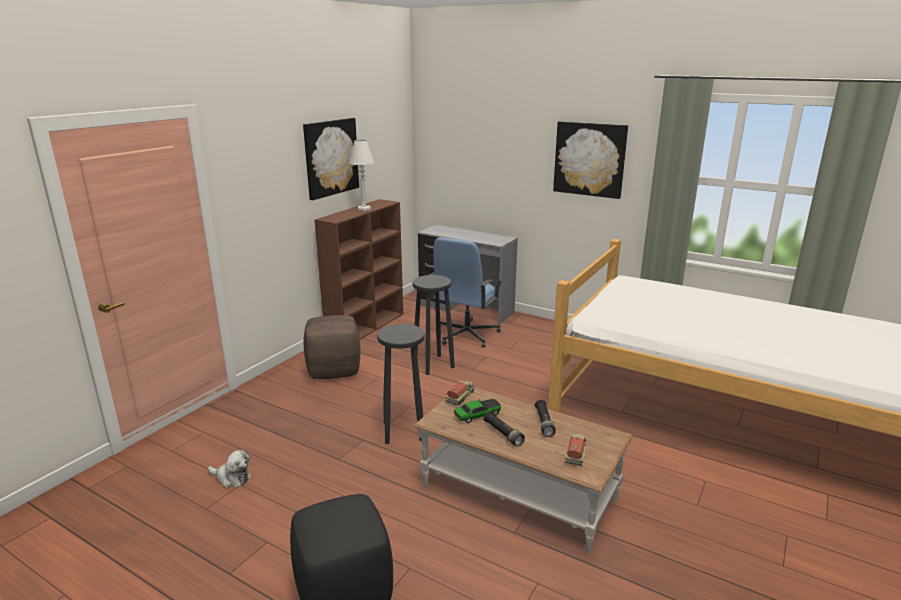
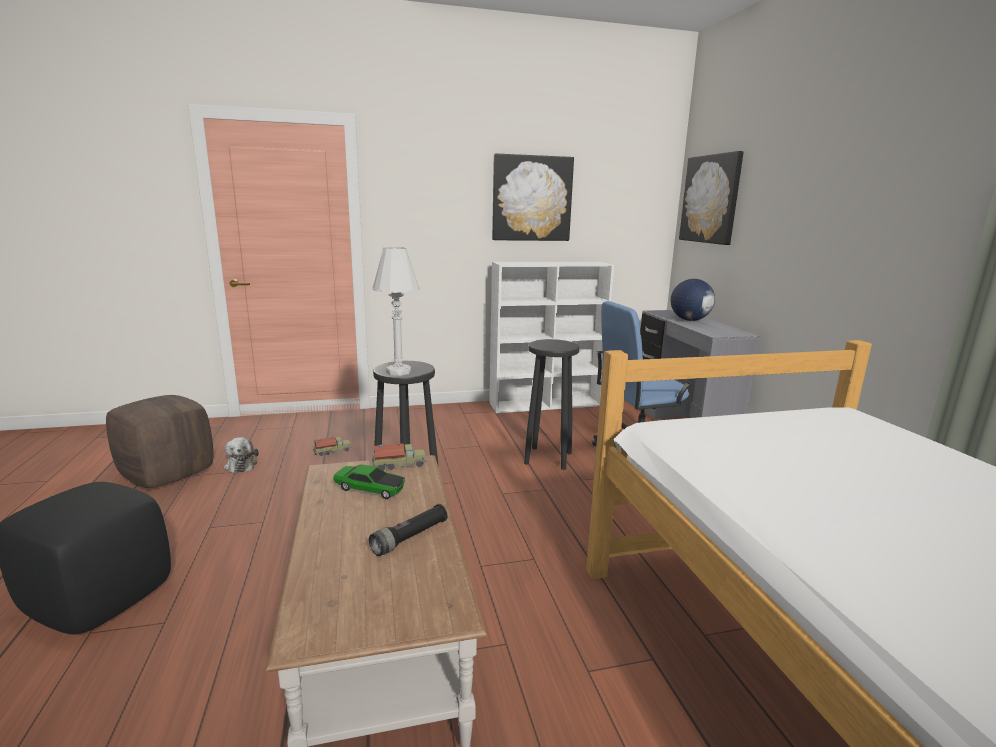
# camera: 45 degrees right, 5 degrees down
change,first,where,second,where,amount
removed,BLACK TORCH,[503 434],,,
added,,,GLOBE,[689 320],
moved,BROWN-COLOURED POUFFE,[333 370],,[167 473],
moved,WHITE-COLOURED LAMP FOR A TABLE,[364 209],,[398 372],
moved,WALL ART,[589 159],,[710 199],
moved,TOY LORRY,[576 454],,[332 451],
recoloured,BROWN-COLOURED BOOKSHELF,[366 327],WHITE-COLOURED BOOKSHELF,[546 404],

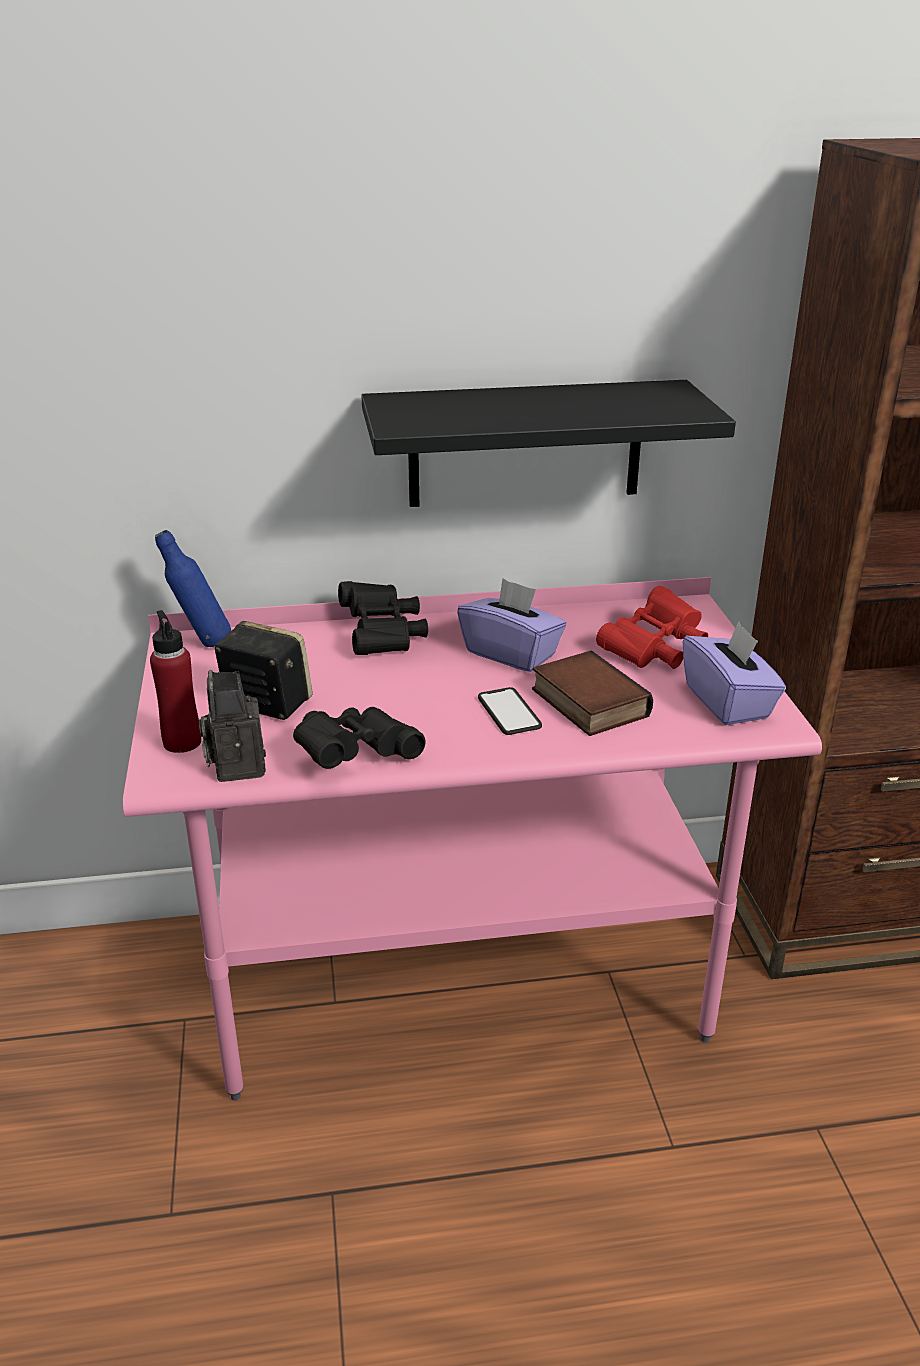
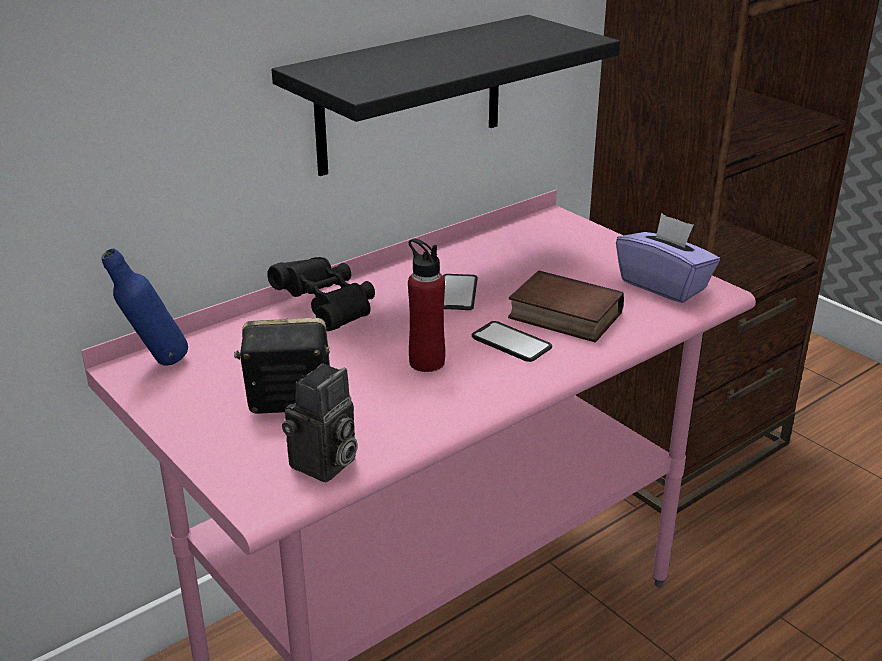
# camera: 30 degrees left, 0 degrees up
change,first,where,second,where,amount
removed,BLACK FIELD GLASSES,[355 755],,,
removed,RED-COLOURED FIELD GLASSES,[655 650],,,
moved,RED-COLOURED BEVERAGE BOTTLE,[182 742],,[426 362],
replaced,PURPLE TISSUE HOLDER,[511 653],TELEPHONE,[457 293],
turned,PHOTO CAMERA,[236 765],,[324 465],105 degrees counterclockwise

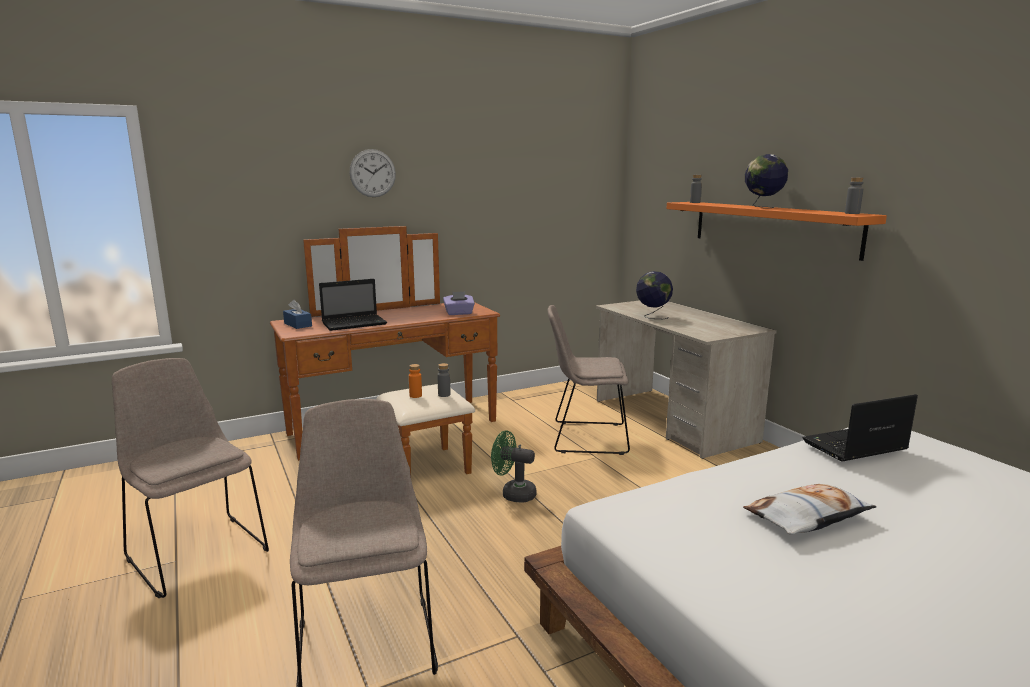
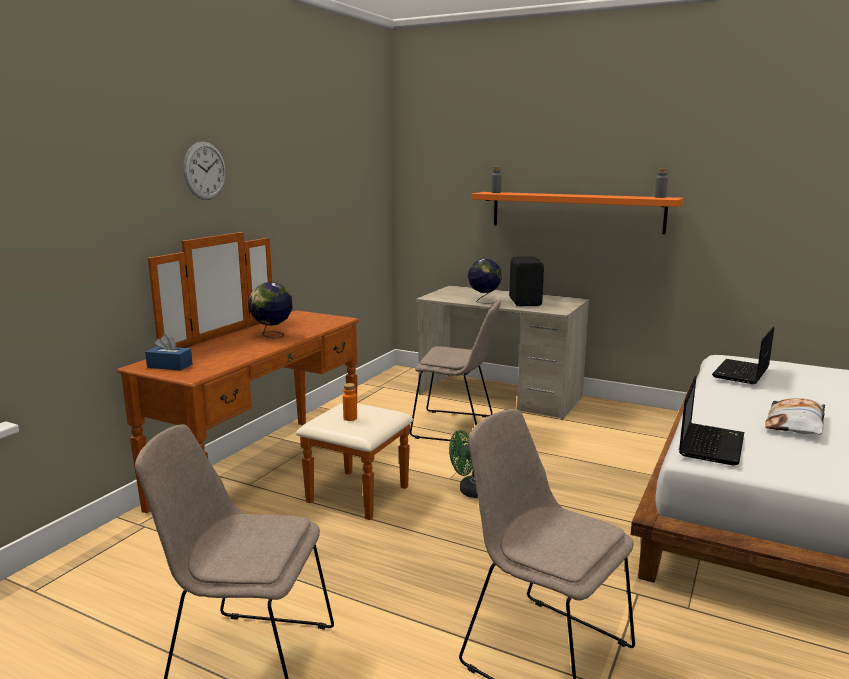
# camera: 35 degrees left, 0 degrees up
change,first,where,second,where,amount
removed,GREY BEVERAGE BOTTLE,[444 395],,,
removed,PURPLE TISSUE HOLDER,[459 313],,,
added,,,BLACK LOUDSPEAKER,[526 302],
moved,PORTABLE COMPUTER,[355 323],,[711 444],
moved,GLOBE,[762 207],,[272 336],
turned,SAND-COLOURED PLAIN CHAIR,[586 437],,[456 427],135 degrees counterclockwise

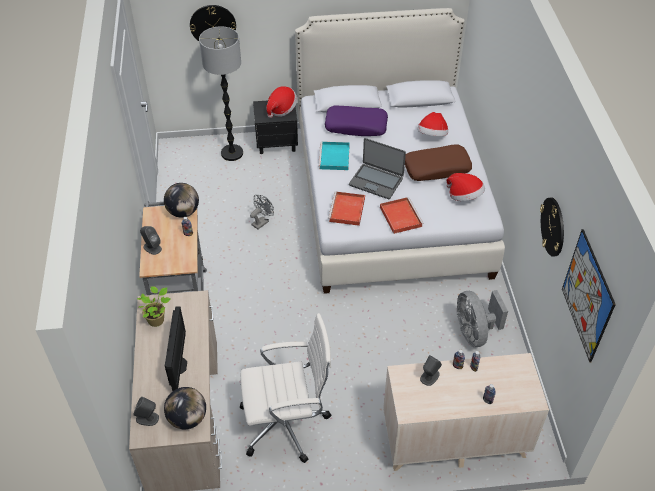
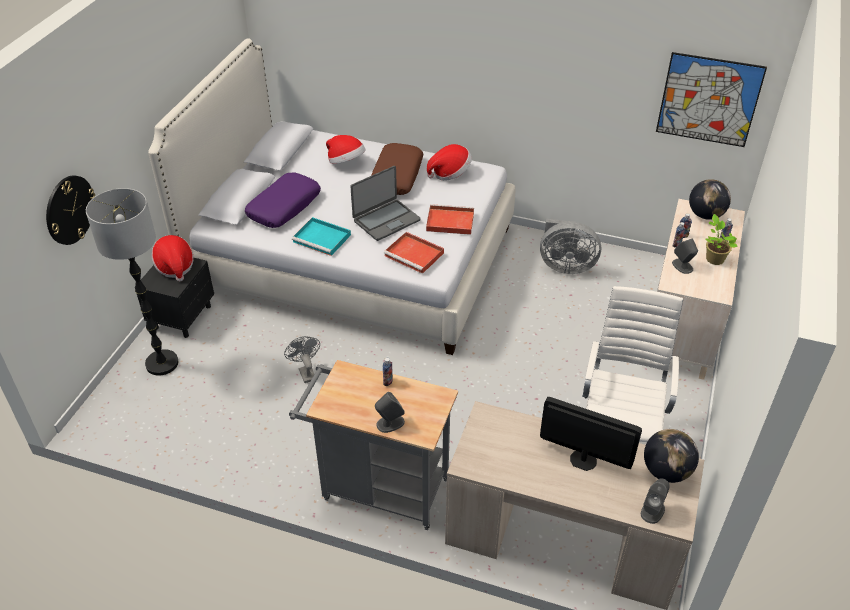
# camera: 65 degrees left, 5 degrees down
change,first,where,second,where,amount
removed,WALL CLOCK,[553 226],,,
moved,POTTED PLANT,[157 319],,[714 258],
moved,GLOBE,[183 212],,[705 215],

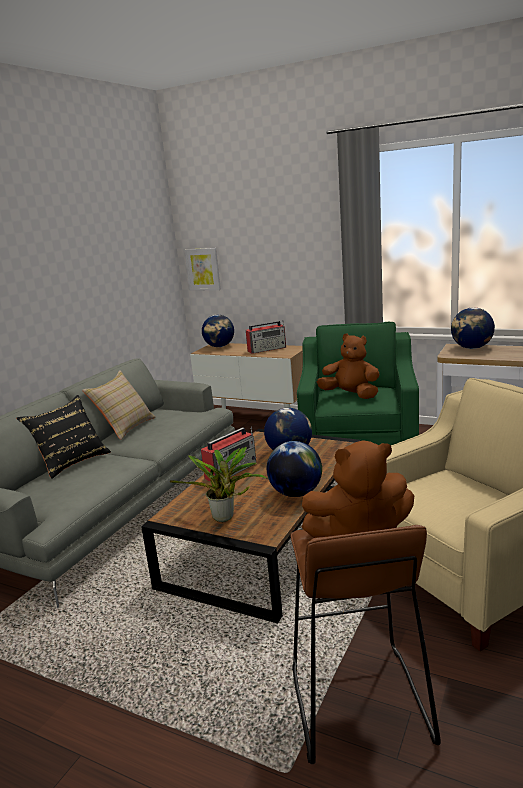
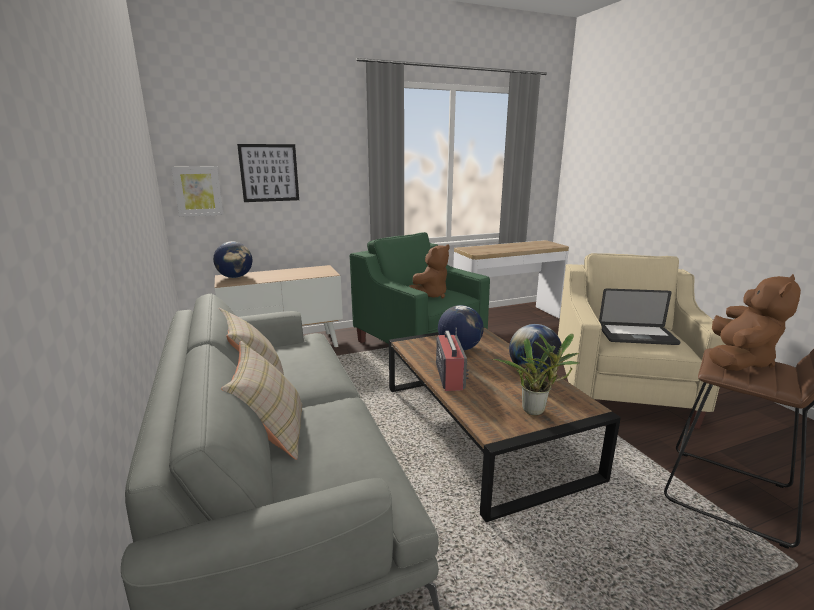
# camera: 50 degrees left, 0 degrees up
change,first,where,second,where,amount
removed,RADIO SET,[267 349],,,
removed,GLOBE,[471 348],,,
added,,,WALL ART,[269 173],
added,,,PORTABLE COMPUTER,[637 336],
recoloured,BLACK THROW PILLOW,[71 461],SAND-COLOURED THROW PILLOW,[272 433],
turned,BROWN-COLOURED CUDDLY TOY,[351 395],,[430 295],150 degrees clockwise

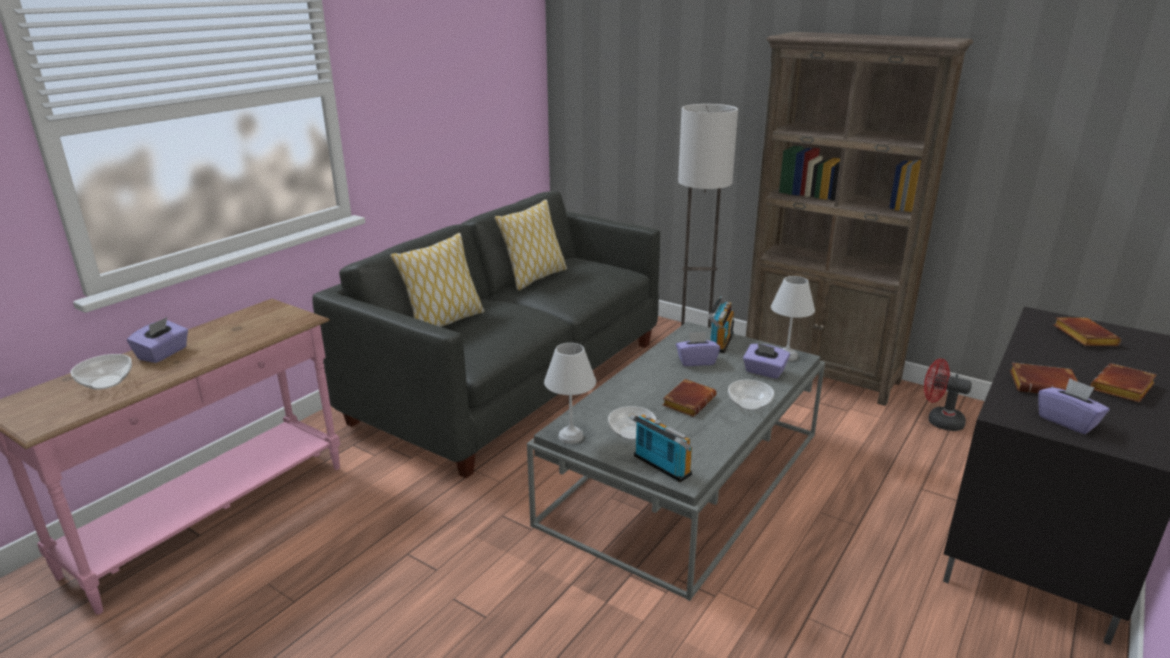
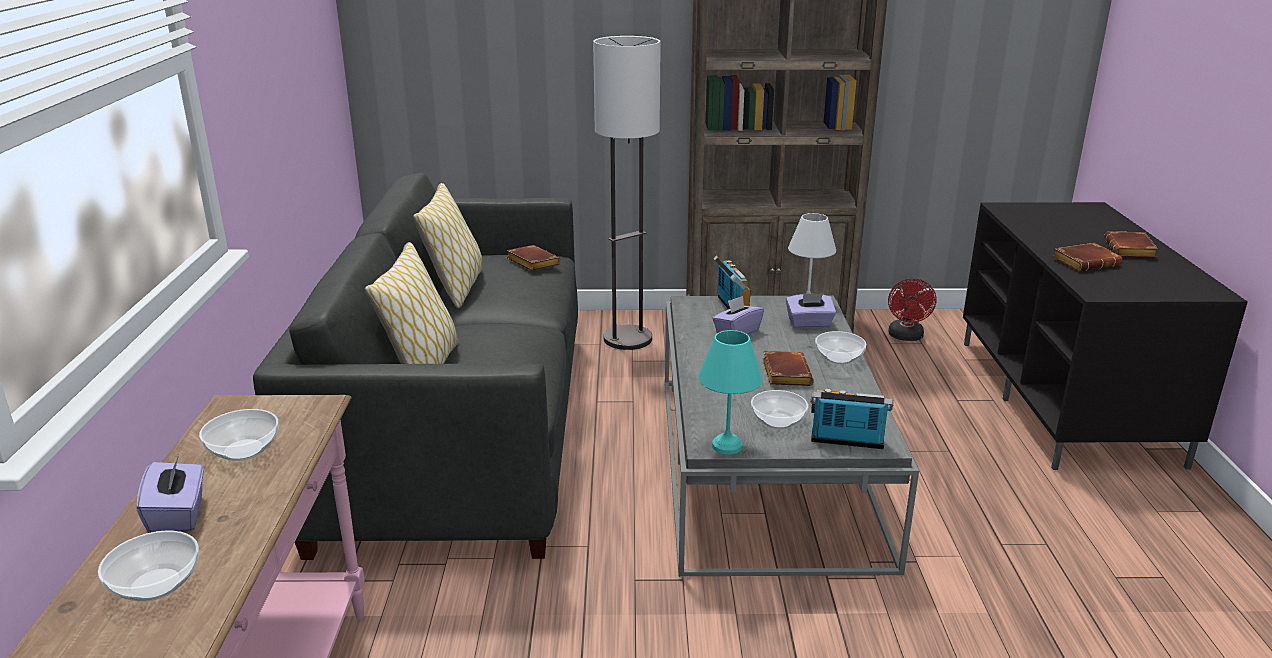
# camera: 35 degrees left, 0 degrees up
change,first,where,second,where,amount
removed,PURPLE TISSUE HOLDER,[1067 421],,,
added,,,DEEP DISH,[245 449],
moved,BROWN-COLOURED BOUND BOOK,[1082 336],,[531 262],
recoloured,WHITE-COLOURED LAMP FOR A TABLE,[571 437],BLUE-GREEN LAMP FOR A TABLE,[728 446],
turned,RED-COLOURED ELECTRIC FAN,[939 421],,[906 337],75 degrees counterclockwise

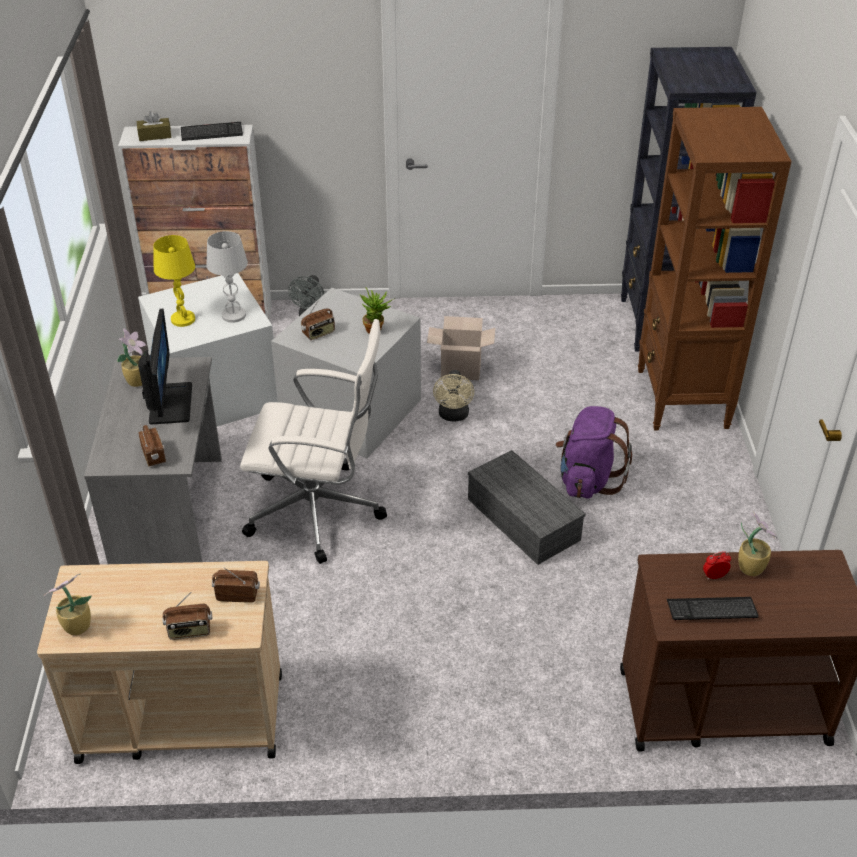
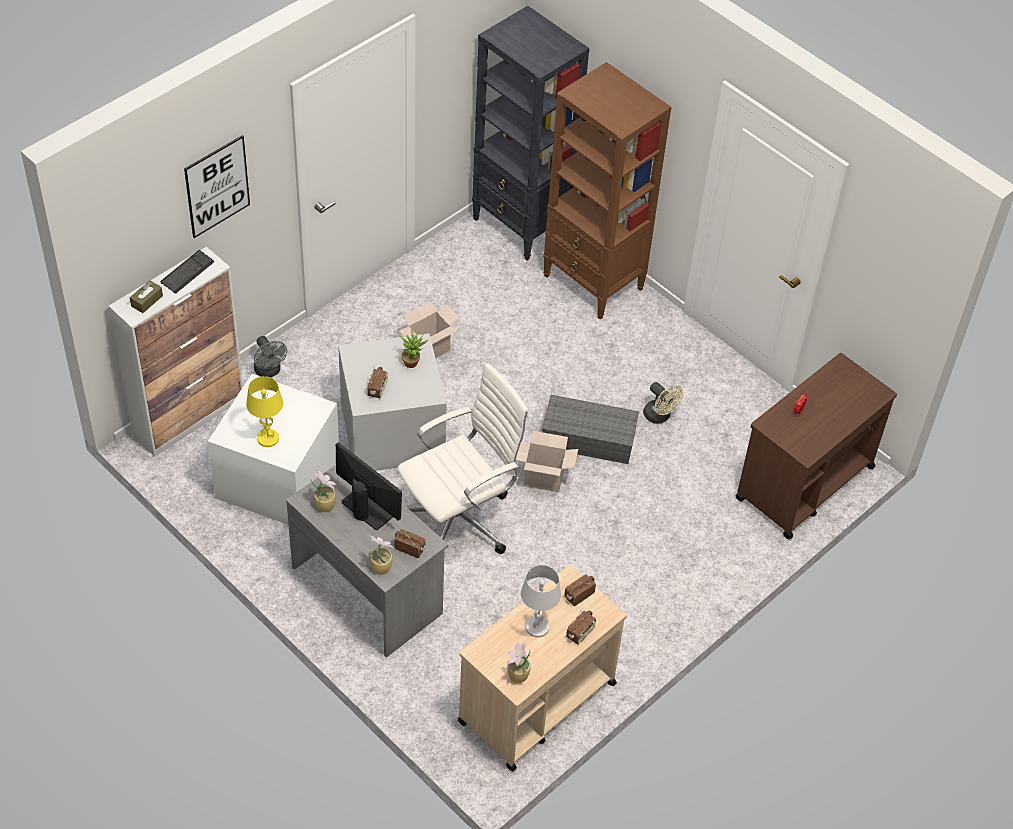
# camera: 45 degrees left, 10 degrees up
change,first,where,second,where,amount
removed,PURPLE BACKPACK,[587 480],,,
removed,COMPUTER KEYBOARD,[711 610],,,
added,,,WALL ART,[217 186],
added,,,CARDBOARD BOX,[542 480],
moved,WHITE-COLOURED LAMP FOR A TABLE,[234 315],,[537 627],
moved,SAND-COLOURED ELECTRIC FAN,[453 416],,[660 416],
moved,POTTED PLANT,[750 567],,[380 567],

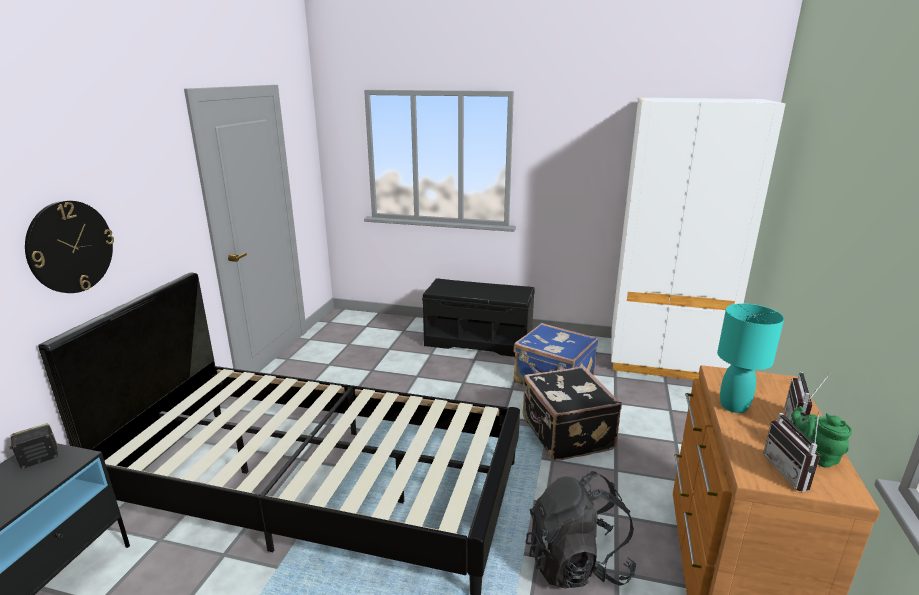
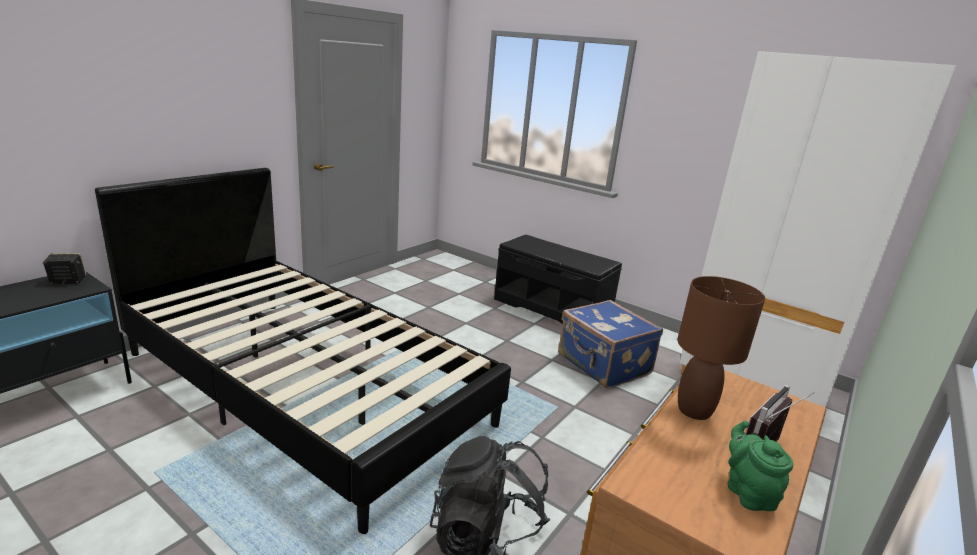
# camera: 20 degrees right, 0 degrees up
change,first,where,second,where,amount
removed,WALL CLOCK,[70 247],,,
removed,BLACK PIECE OF LUGGAGE,[565 434],,,
removed,RADIO SET,[792 472],,,
recoloured,BLUE-GREEN LAMP FOR A TABLE,[734 406],BROWN-COLOURED LAMP FOR A TABLE,[694 411],

